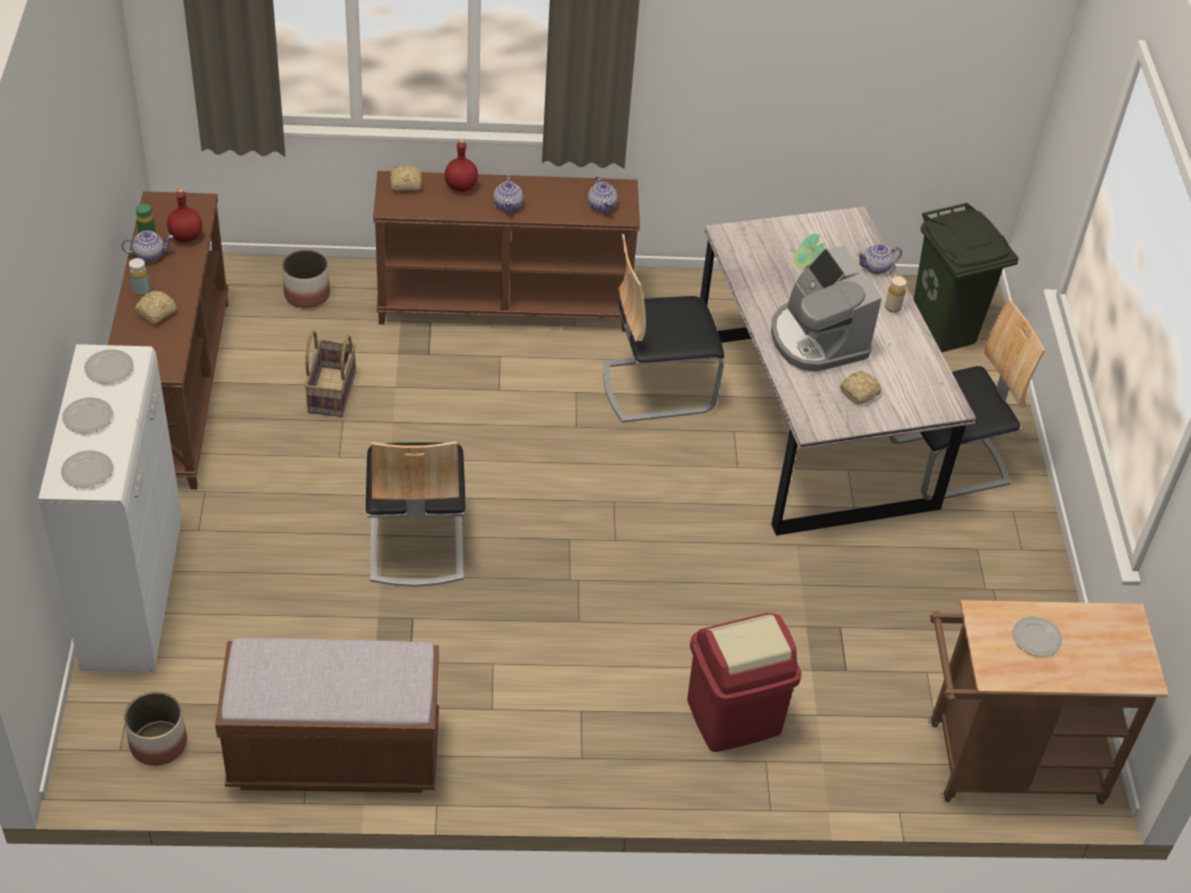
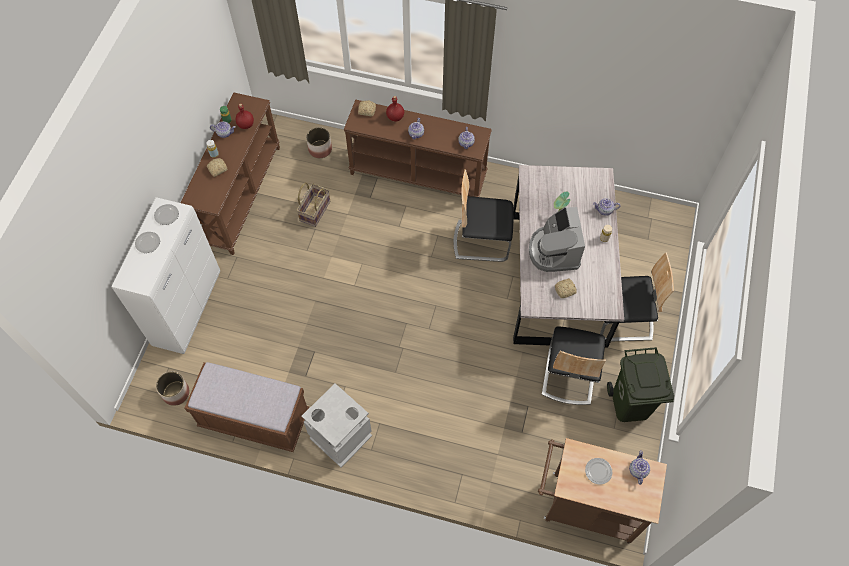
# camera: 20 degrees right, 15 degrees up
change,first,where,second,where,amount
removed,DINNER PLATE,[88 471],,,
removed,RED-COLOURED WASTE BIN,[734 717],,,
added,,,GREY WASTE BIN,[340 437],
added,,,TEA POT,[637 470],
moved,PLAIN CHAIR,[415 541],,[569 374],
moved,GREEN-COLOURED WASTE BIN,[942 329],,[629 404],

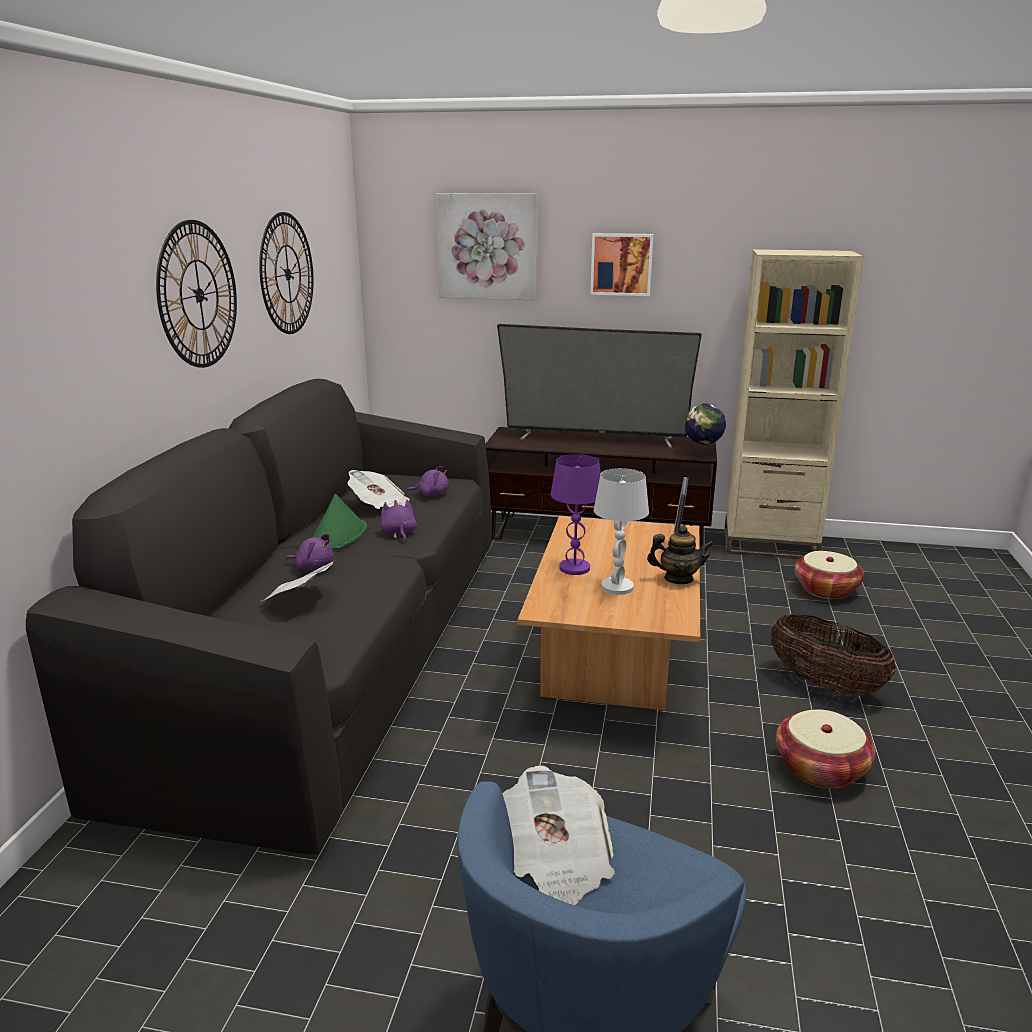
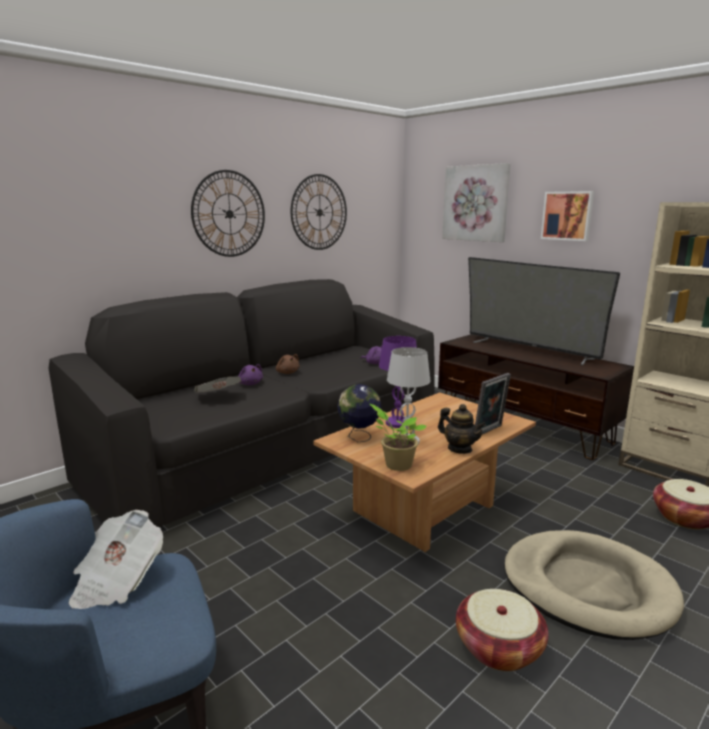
# camera: 35 degrees right, 5 degrees down
change,first,where,second,where,amount
removed,NEWSPAPER,[380 507],,,
removed,PURPLE CUDDLY TOY,[399 534],,,
added,,,POTTED PLANT,[396 465],
moved,GLOBE,[702 454],,[359 438],
replaced,GREEN-COLOURED CLOTHING HAT,[338 536],BROWN-COLOURED CUDDLY TOY,[287 372],
replaced,BASKET,[824 684],SAND-COLOURED PET BED,[587 587],

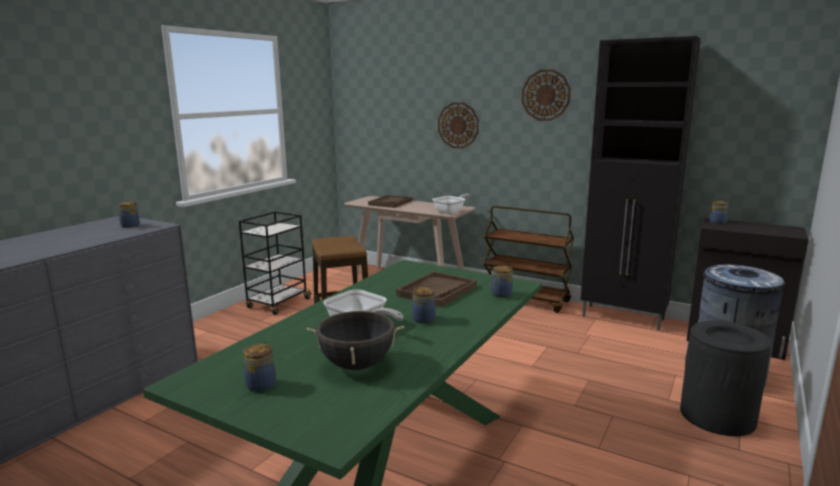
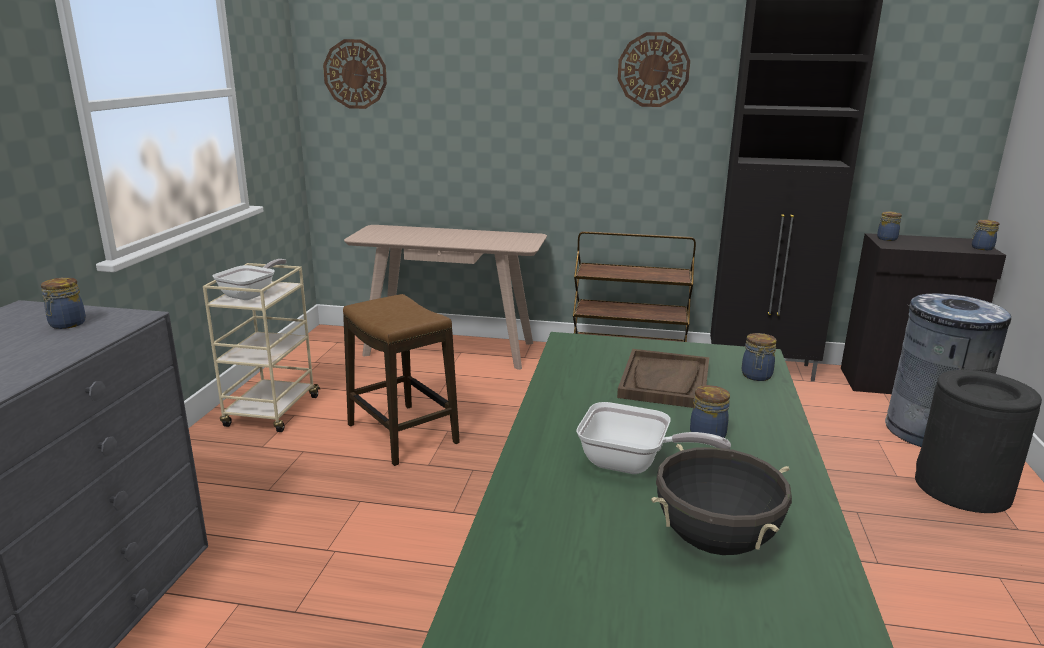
# camera: 20 degrees left, 5 degrees up
change,first,where,second,where,amount
removed,BROWN-COLOURED CARRYING TRAY,[390 203],,,
moved,STORAGE JAR,[260 385],,[981 248],
moved,FRYING PAN,[451 211],,[252 294],
moved,WALL CLOCK,[458 125],,[355 74],
recoloured,BLACK TROLLEY,[278 304],SAND-COLOURED TROLLEY,[272 412],

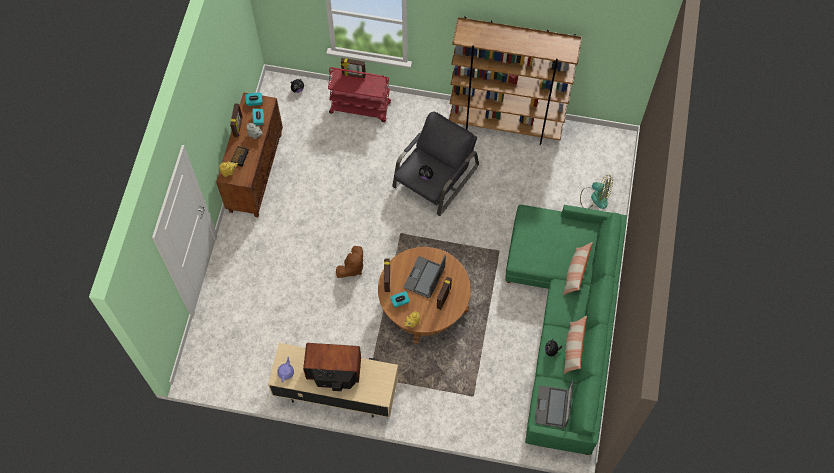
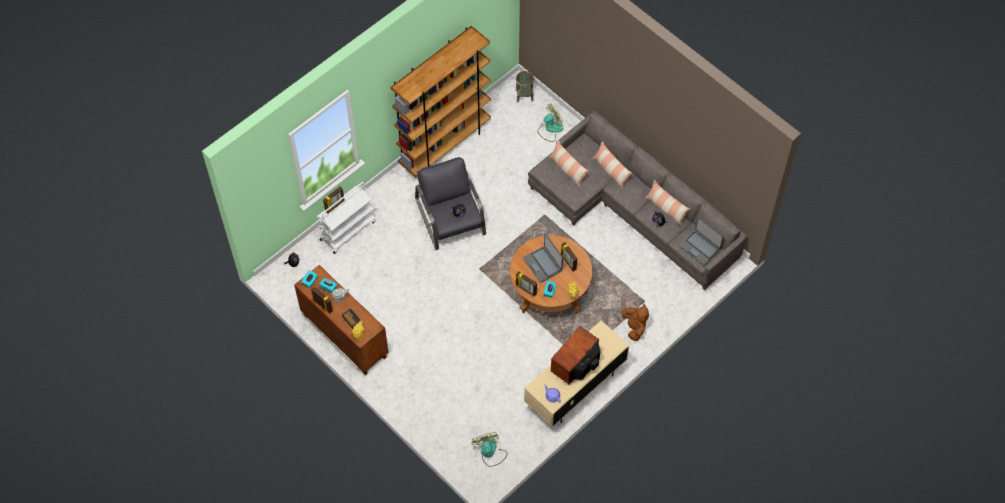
# camera: 55 degrees left, 5 degrees down
change,first,where,second,where,amount
added,,,ELECTRIC FAN,[490 452],
added,,,BASKET,[524 95],
added,,,THROW PILLOW,[567 169],
moved,BROWN-COLOURED CUDDLY TOY,[352 268],,[634 327],
recoloured,RED-COLOURED TROLLEY,[360 107],WHITE-COLOURED TROLLEY,[348 230],
recoloured,GREEN-COLOURED COUCH,[565 322],GREY COUCH,[632 209],

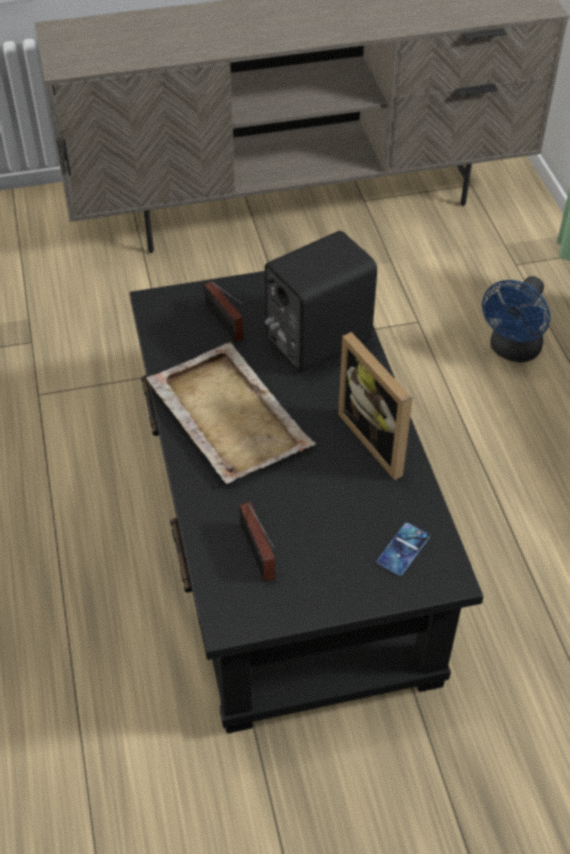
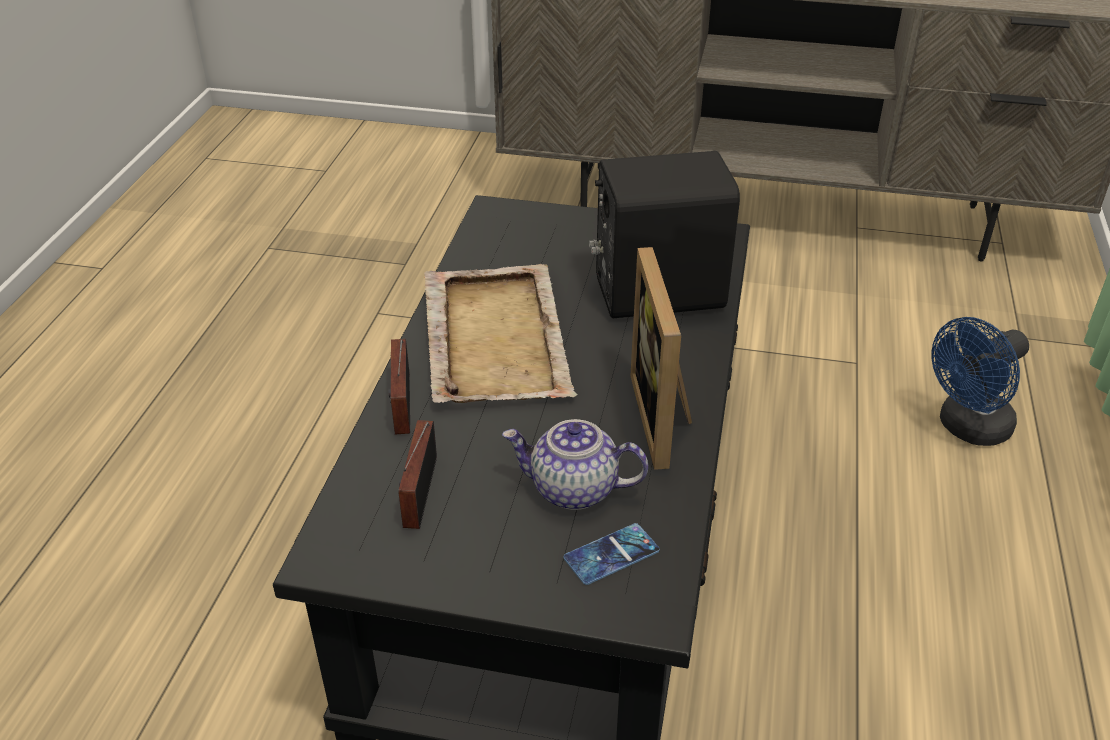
# camera: 25 degrees right, 10 degrees down
change,first,where,second,where,amount
added,,,TEA POT,[573 489],
moved,RADIO SET,[225 325],,[401 407],

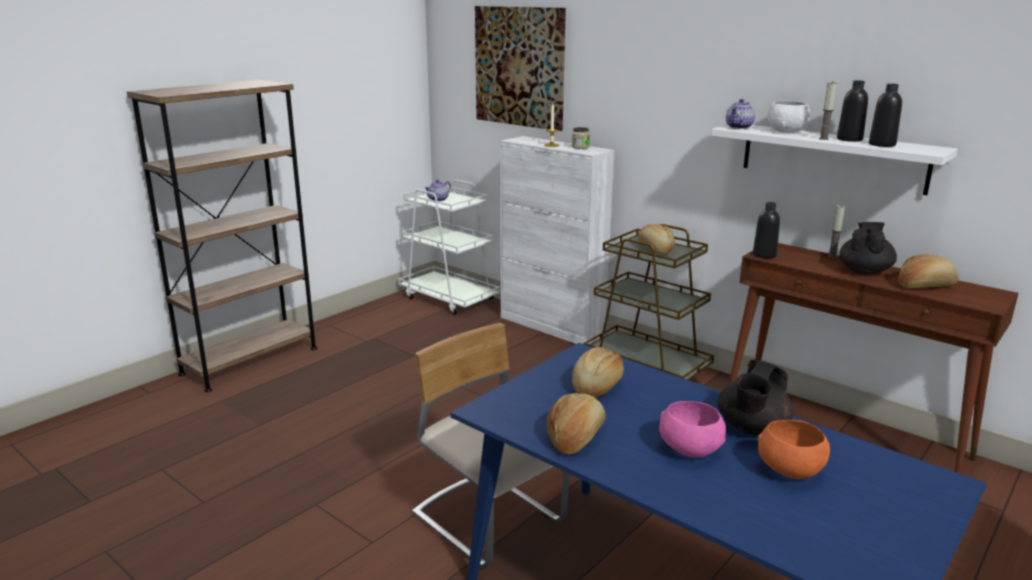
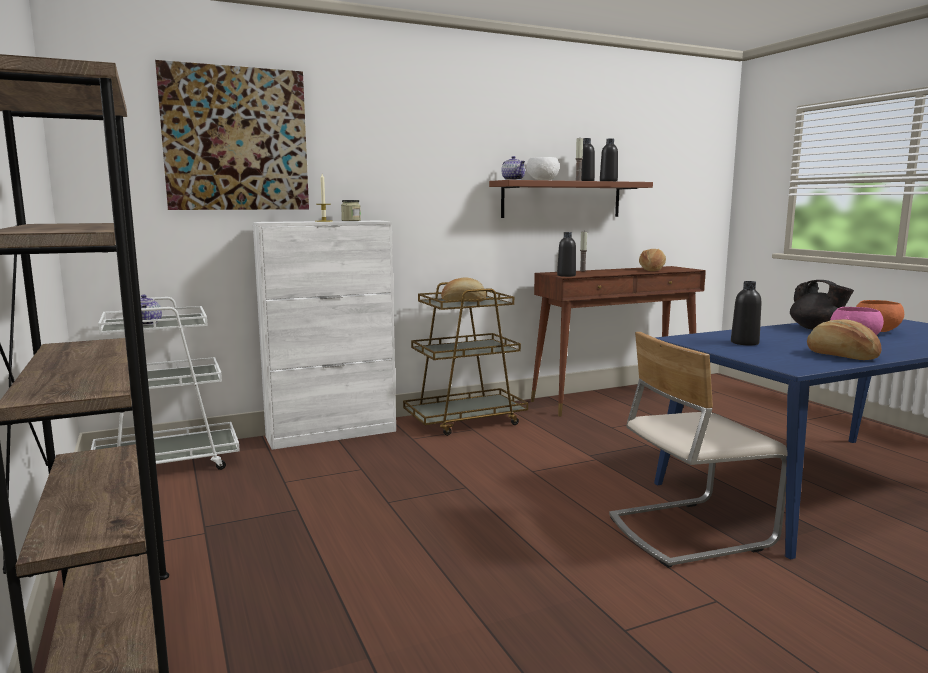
# camera: 65 degrees left, 10 degrees down
change,first,where,second,where,amount
removed,BLACK TEA POT,[864 271],,,
replaced,BAKERY BREAD,[596 385],BLACK BEVERAGE BOTTLE,[744 343],
recoloured,WHITE-COLOURED SHELF,[832 157],BROWN-COLOURED SHELF,[562 199],

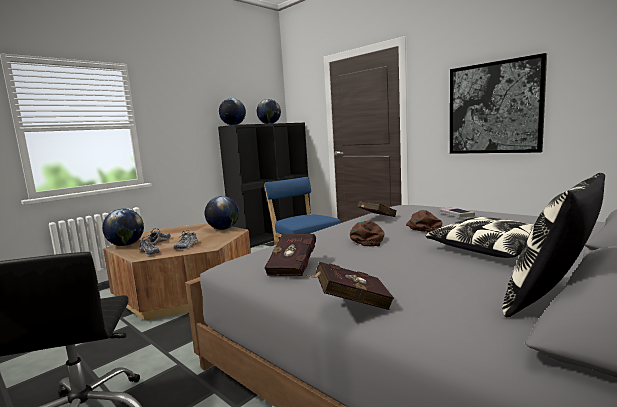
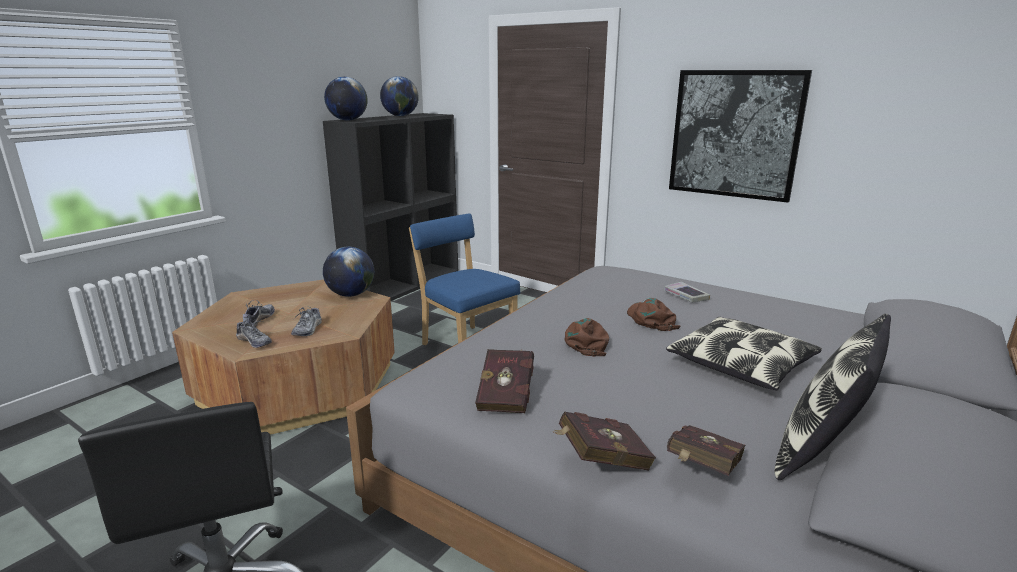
# camera: 10 degrees left, 10 degrees up
change,first,where,second,where,amount
removed,GLOBE,[126 245],,,
moved,RED-COLOURED BOUND BOOK,[375 219],,[701 470],

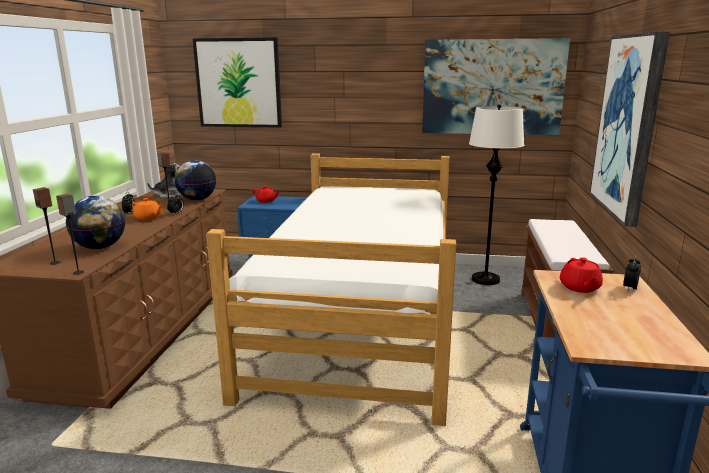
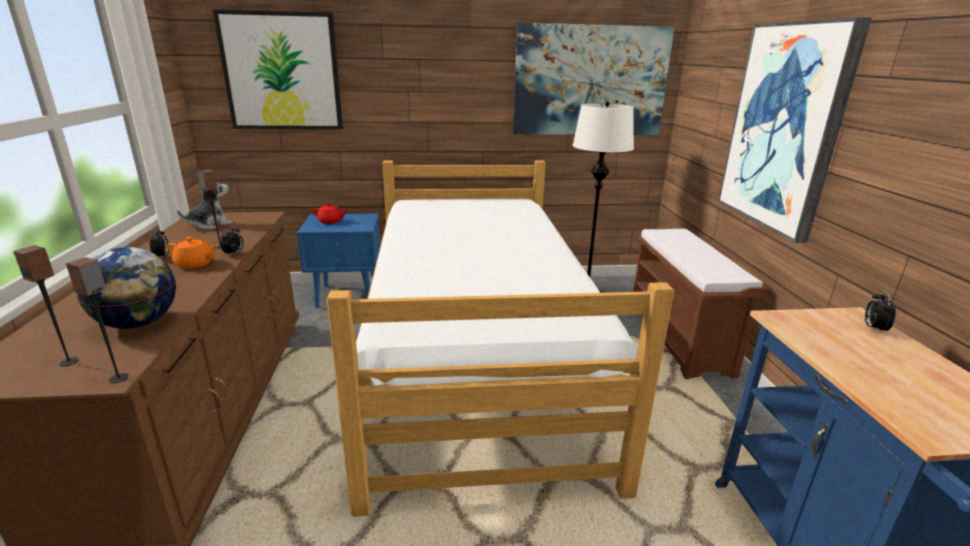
# camera: 15 degrees left, 5 degrees up
change,first,where,second,where,amount
removed,GLOBE,[197 199],,,
removed,RED-COLOURED TEA POT,[579 288],,,

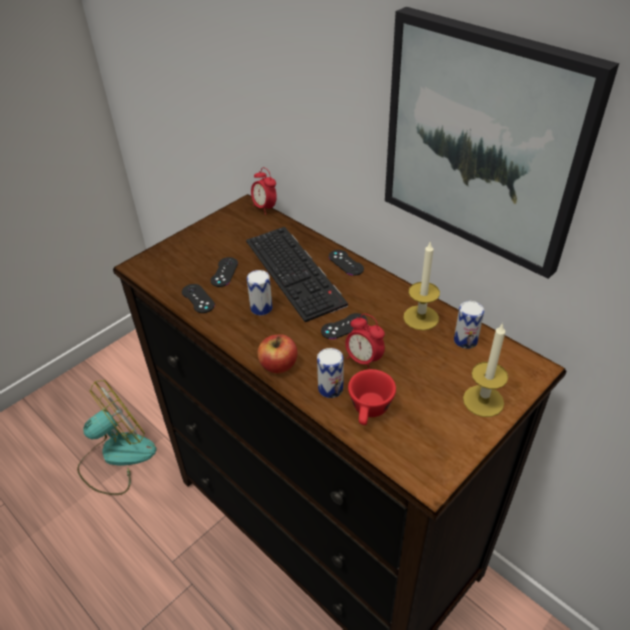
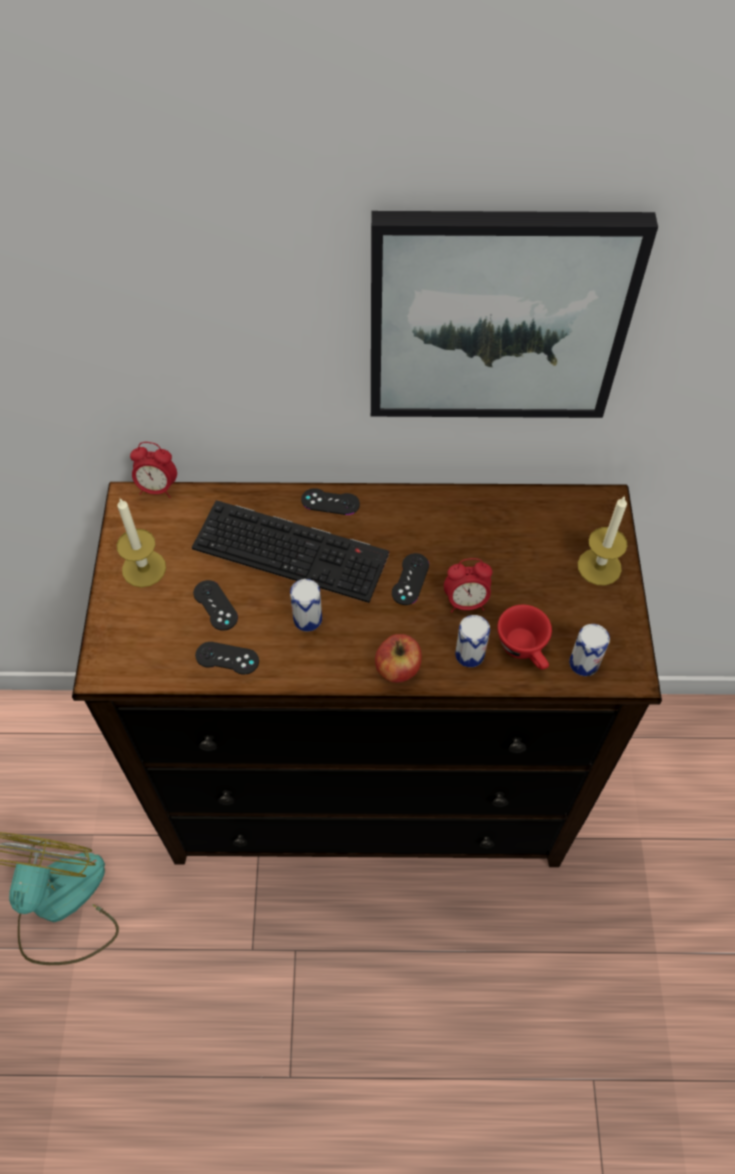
# camera: 45 degrees left, 15 degrees up
change,first,where,second,where,amount
moved,WAX LIGHT,[421 318],,[144 568],
moved,SEALED CAN,[465 340],,[584 663],

